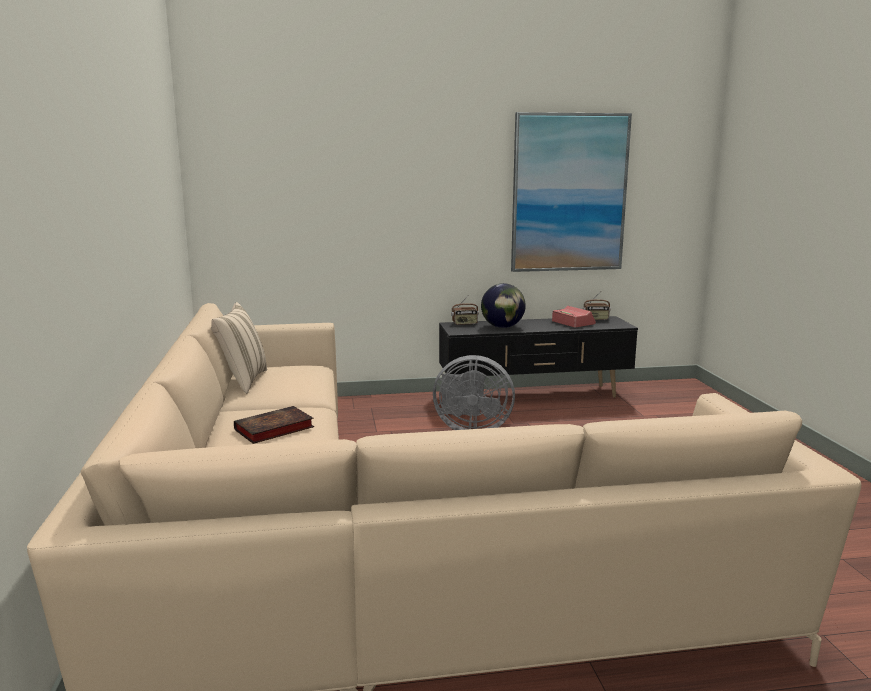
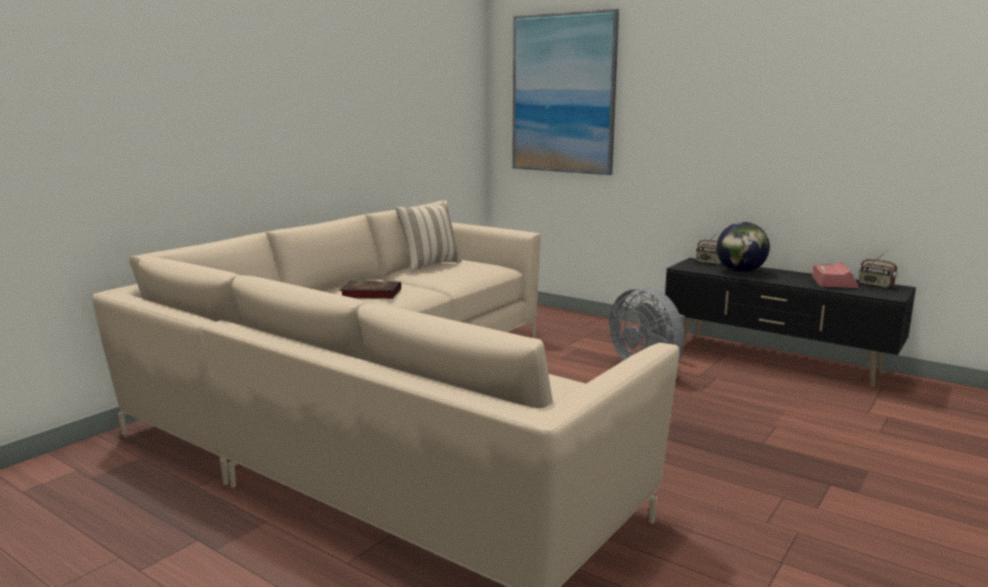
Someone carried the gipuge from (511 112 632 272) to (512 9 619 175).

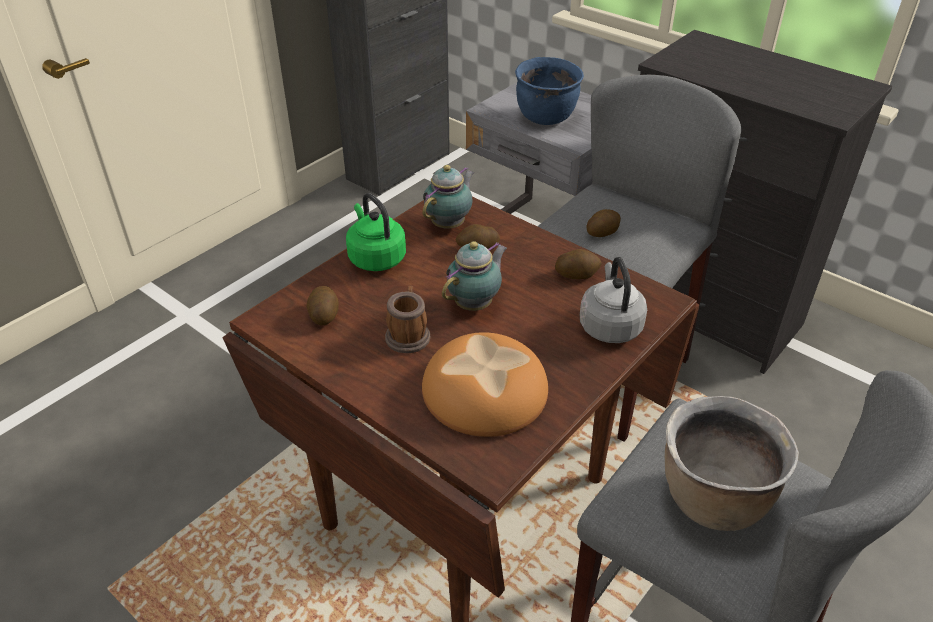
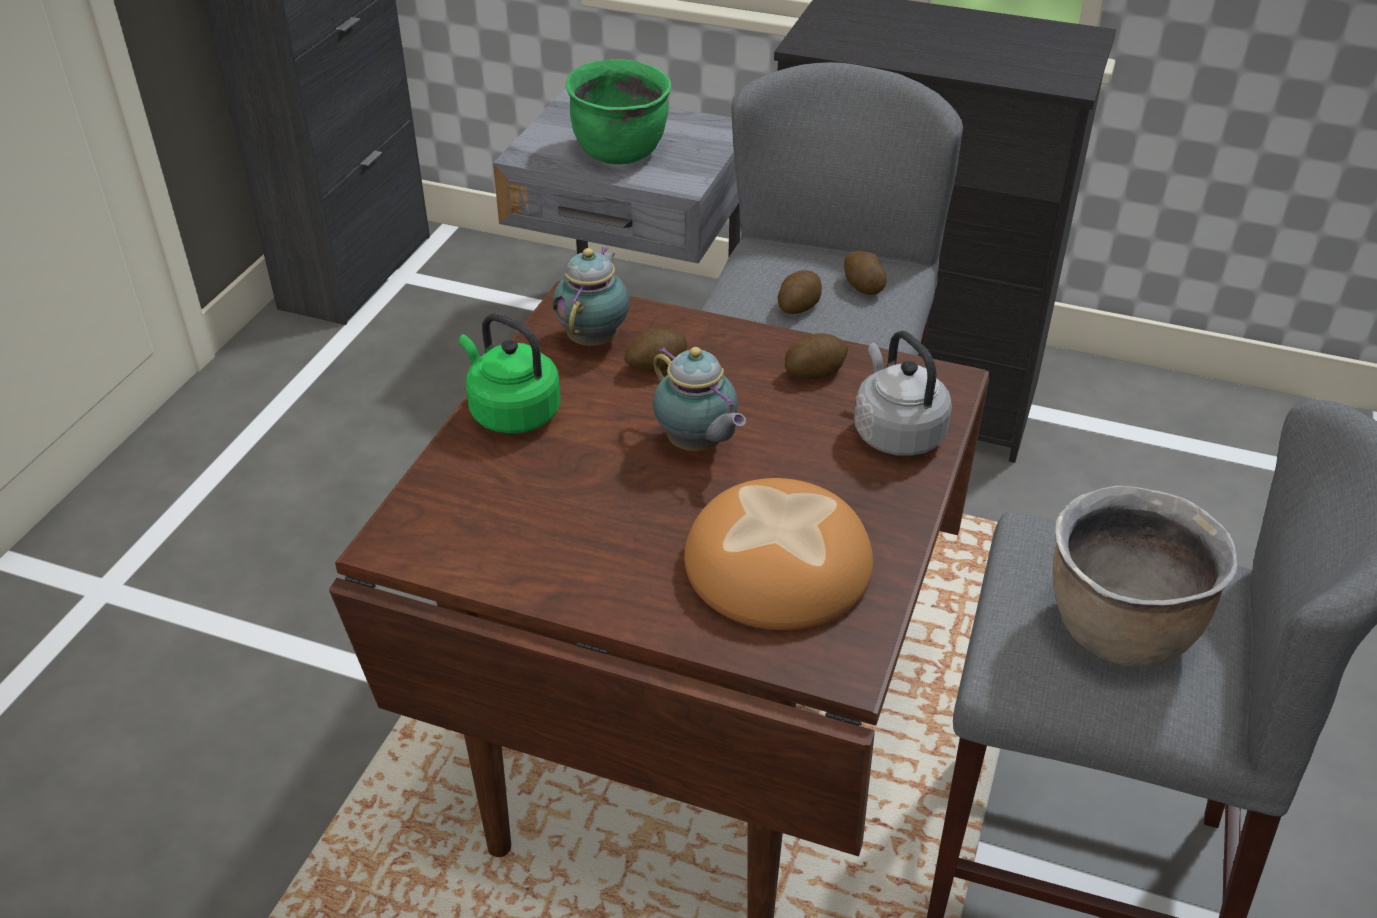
Someone repainted the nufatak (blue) at (515 57 584 125), which became the nufatak (green) at (566 59 671 164). Someone rotated the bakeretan at (442 241 507 311) by 120 degrees clockwise. Someone carried the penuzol from (306 286 339 326) to (844 251 887 295). Someone took away the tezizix at (385 286 431 353).

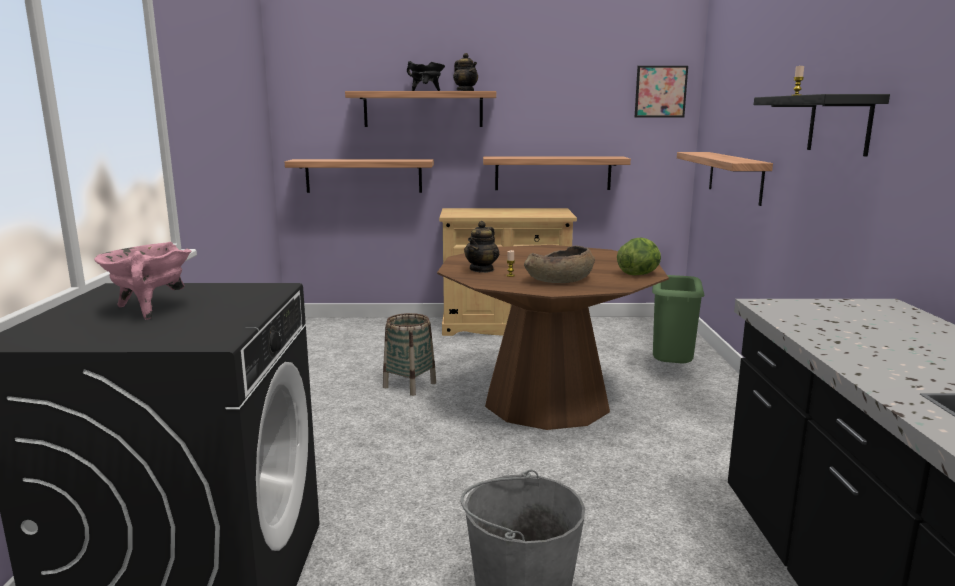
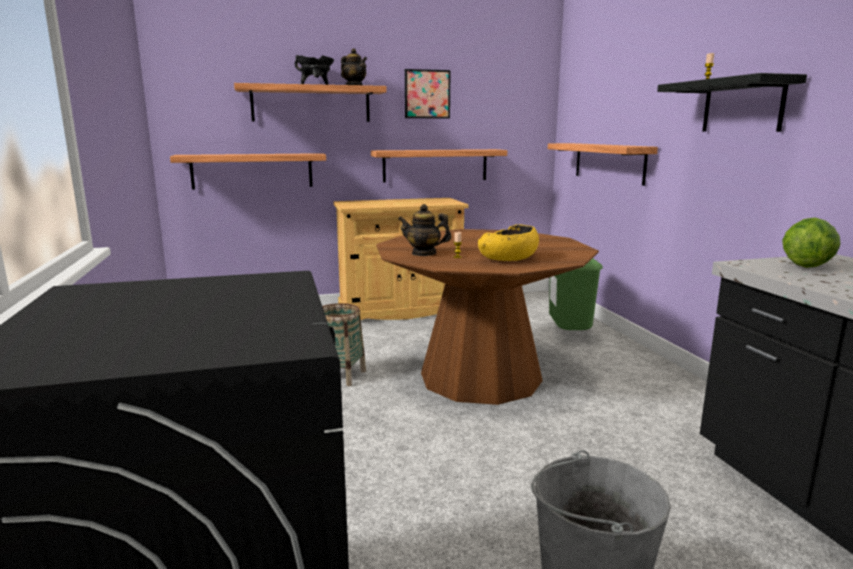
Someone rotated the bakeretan at (464 221 499 273) by 90 degrees clockwise. Someone carried the gipuge from (635 66 688 117) to (405 69 451 118). Someone repainted the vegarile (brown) at (524 246 595 283), which became the vegarile (yellow) at (478 224 539 261). Someone carried the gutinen from (617 237 661 275) to (782 217 841 268). Someone took away the nufatak (pink) at (94 242 191 320).

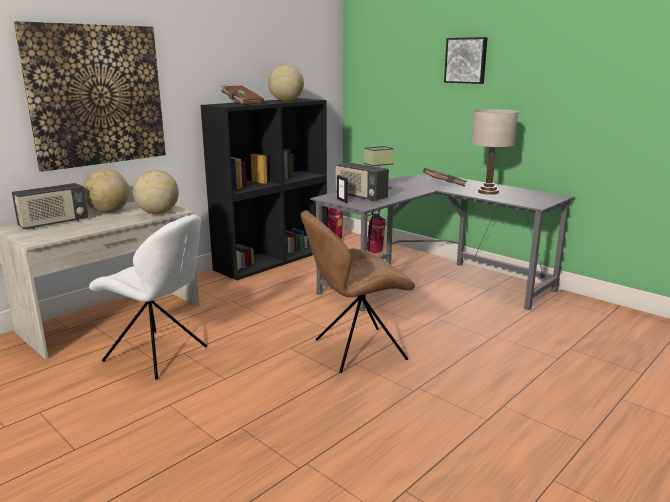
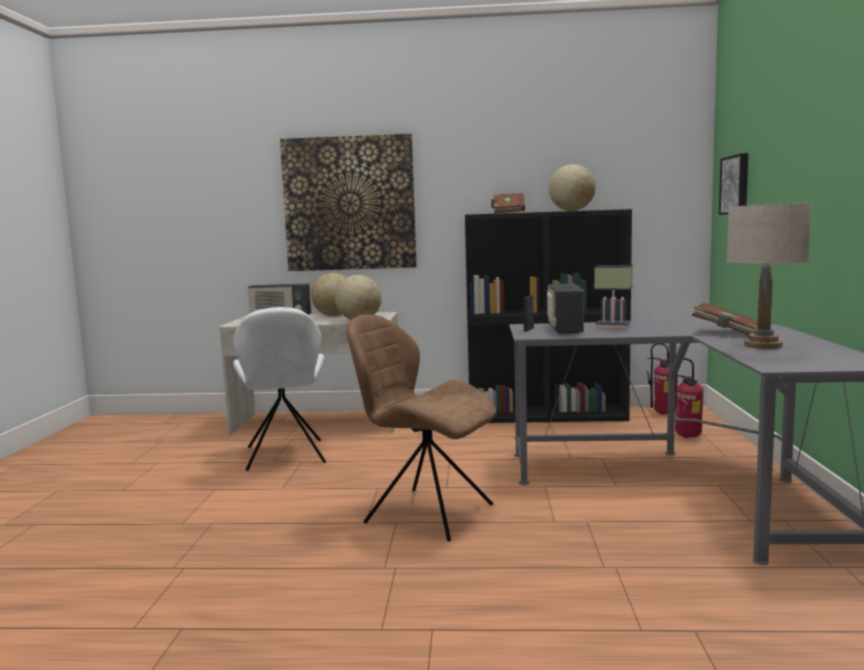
Someone carried the gipuge from (444 37 488 84) to (719 153 748 215).

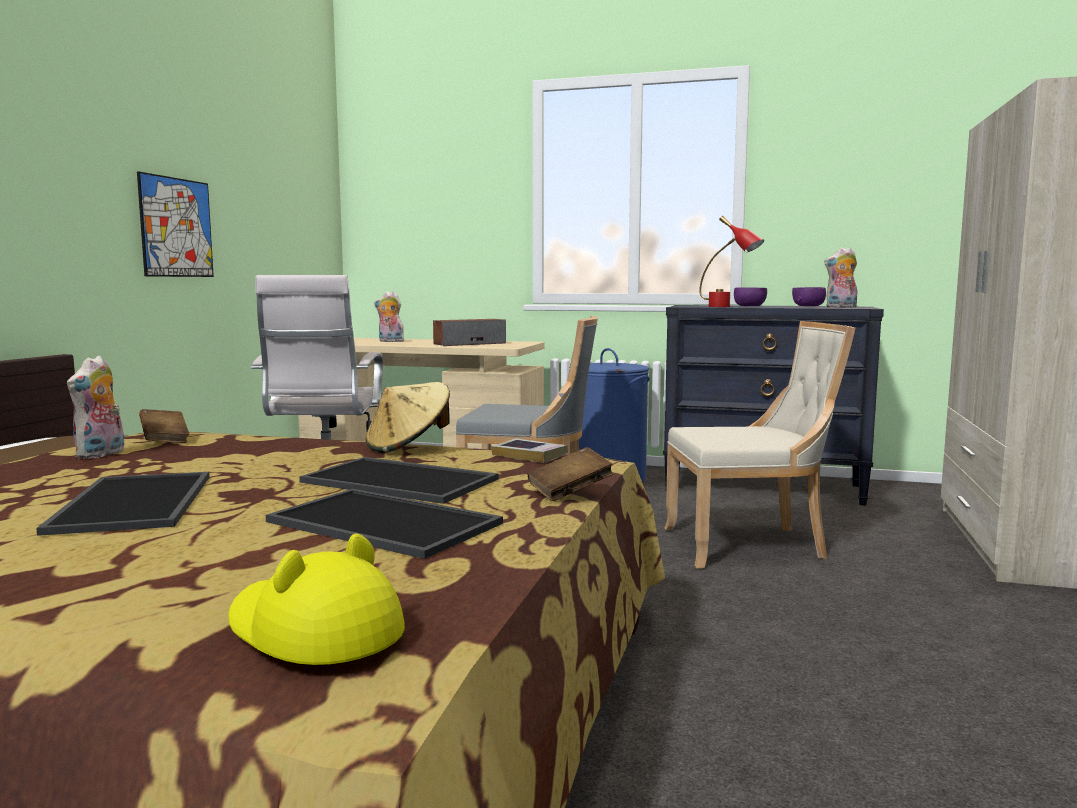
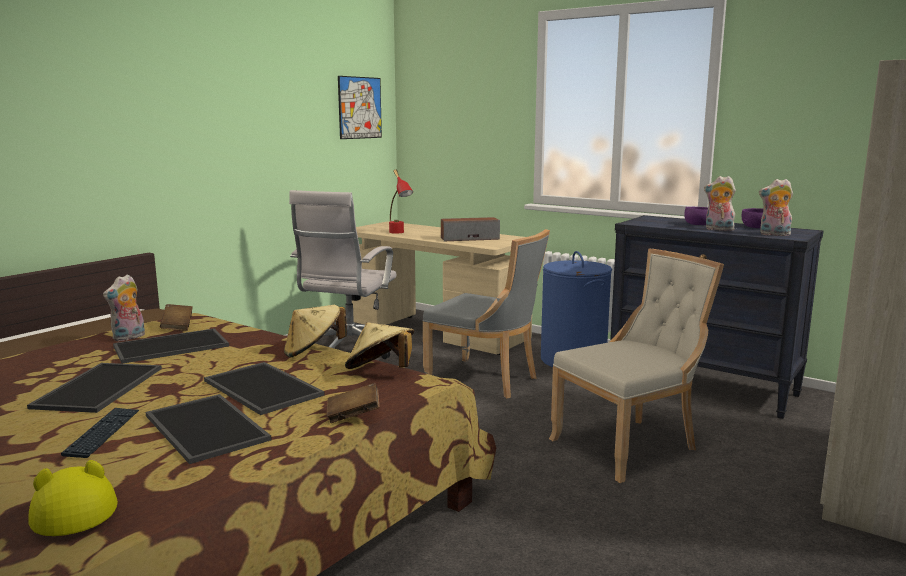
Someone put down the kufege at (61 408 139 458). Someone put down the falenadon at (113 328 229 364). Someone carried the gipuge from (137 172 214 277) to (338 76 382 139). Someone swapped the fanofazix at (492 438 568 463) for the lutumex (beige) at (345 322 414 369). Someone carried the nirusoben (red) from (699 216 764 307) to (389 169 413 234). Someone rotated the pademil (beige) at (665 321 855 569) by 45 degrees counterclockwise. Someone carried the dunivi from (374 291 405 342) to (704 176 736 231).

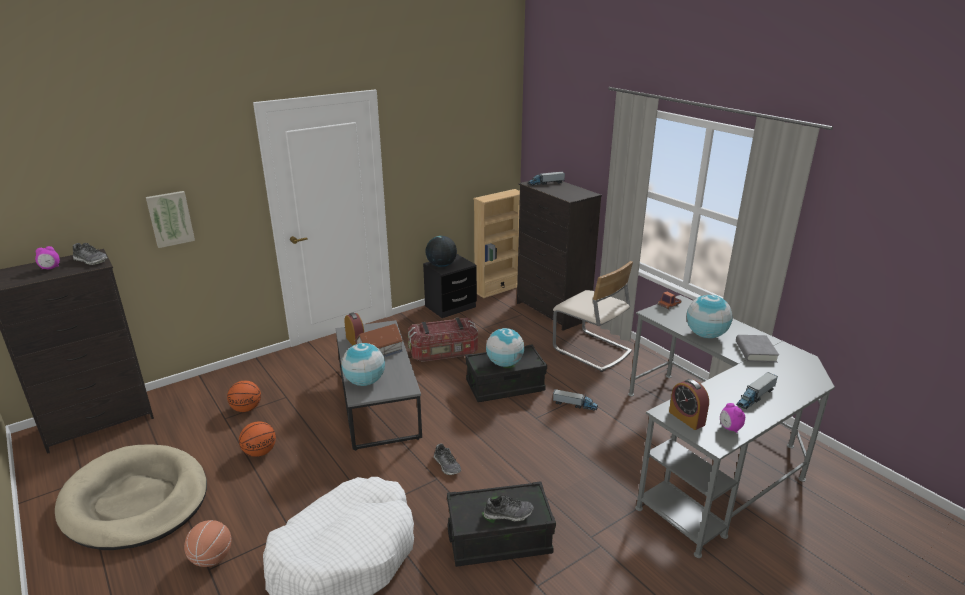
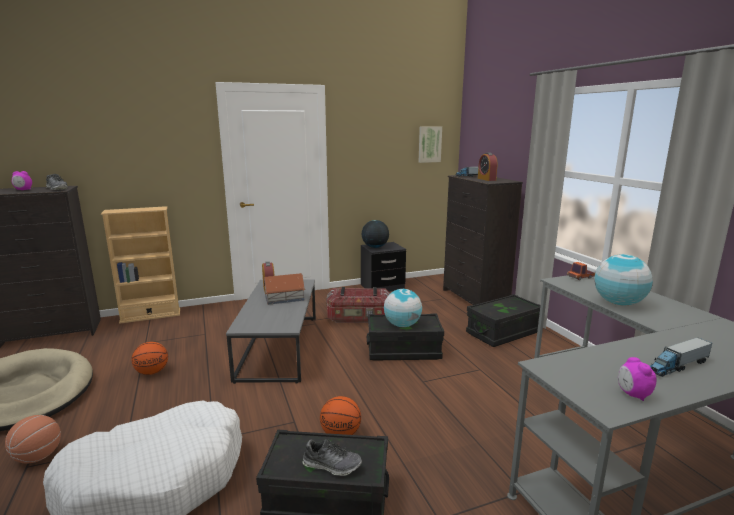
Someone carried the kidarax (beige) from (473 189 520 298) to (101 206 180 324). Someone carried the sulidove from (227 381 261 412) to (320 396 361 435). Someone carried the gipuge from (146 191 195 248) to (419 126 442 163). Someone swapped the pademil (beige) at (553 261 633 372) for the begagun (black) at (466 294 540 347). Someone carried the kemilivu from (669 379 709 430) to (478 153 497 181). Someone took away the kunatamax at (342 343 385 386). Someone took away the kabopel at (434 443 461 475). Someone took away the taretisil at (553 389 598 411). Someone took away the fanofazix (grey) at (736 335 779 363).

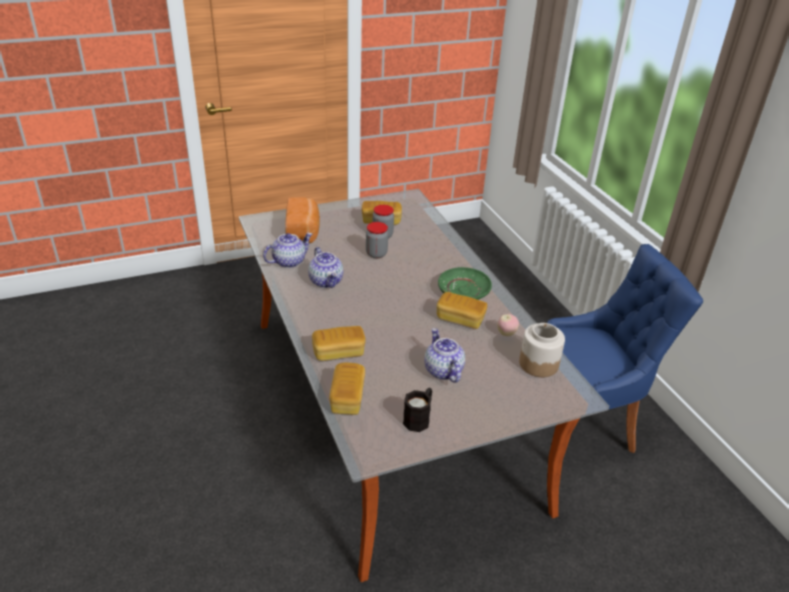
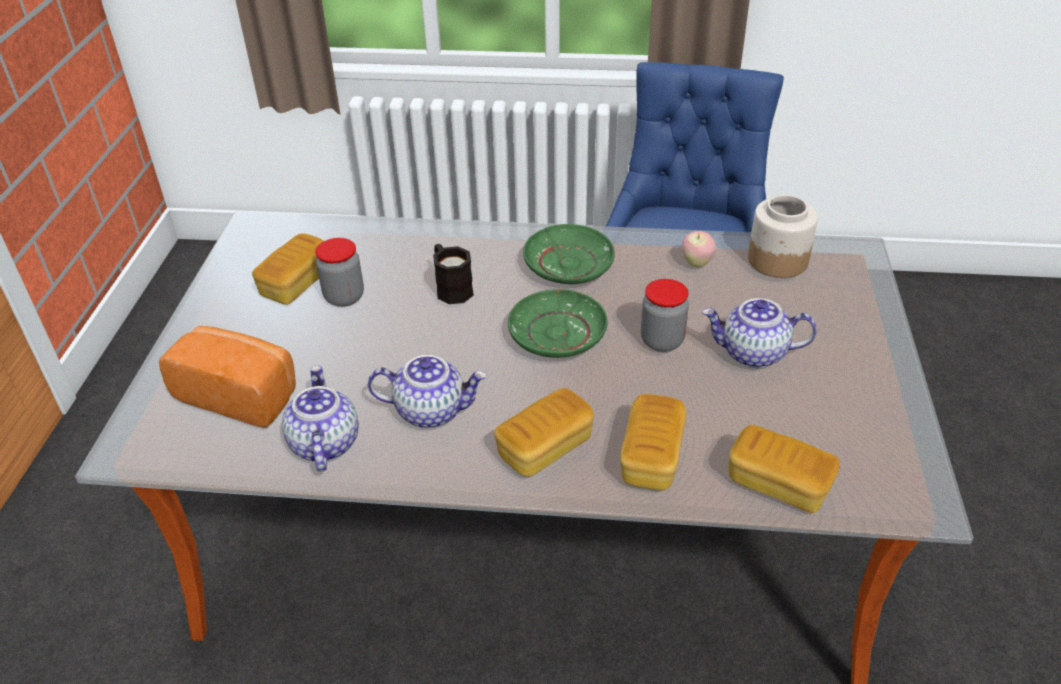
Someone carried the tezizix (black) from (403 388 432 432) to (433 244 474 304). Someone carried the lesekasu from (437 292 487 329) to (494 388 594 477). Someone put down the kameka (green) at (508 289 608 358). Someone carried the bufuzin from (366 222 388 258) to (641 279 689 352).

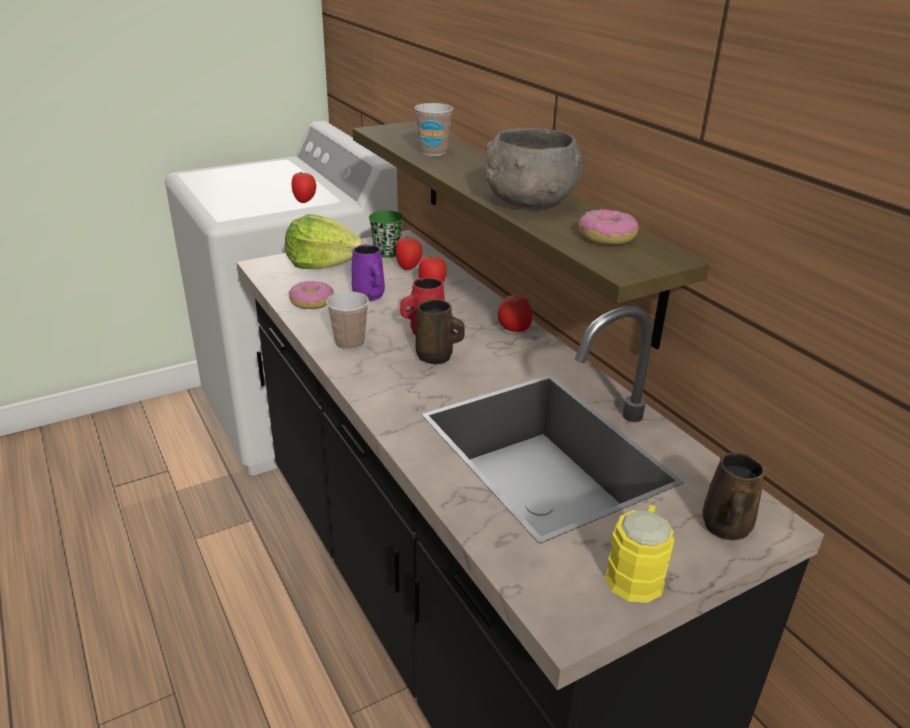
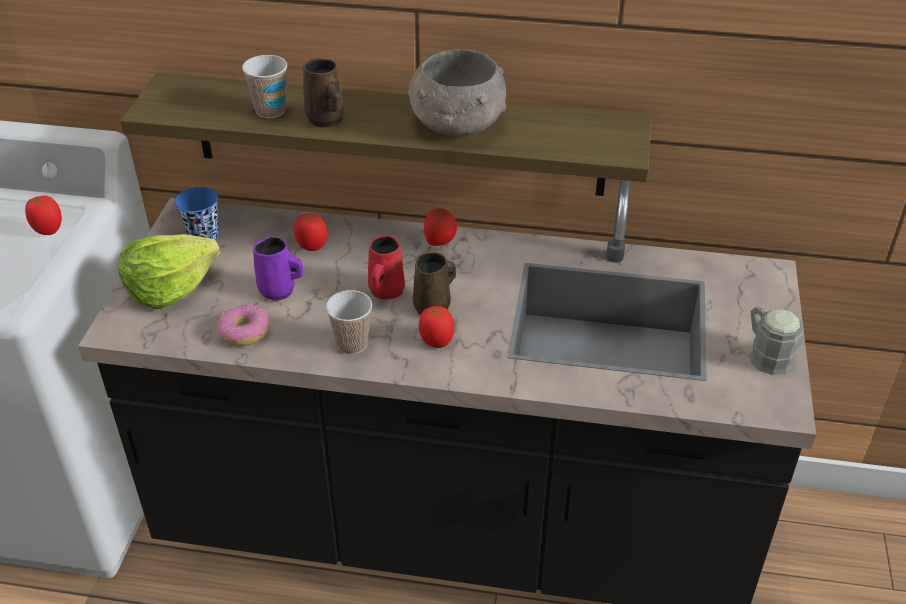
Someone repainted the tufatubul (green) at (369 211 404 258), which became the tufatubul (blue) at (175 187 219 240). Someone carried the tezizix (brown) from (703 452 765 540) to (303 58 344 127). Someone carried the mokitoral from (396 236 423 270) to (419 306 455 348). Someone repainted the tezizix (yellow) at (604 505 674 603), which became the tezizix (grey) at (750 306 802 375). Someone took away the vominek at (578 209 639 245).

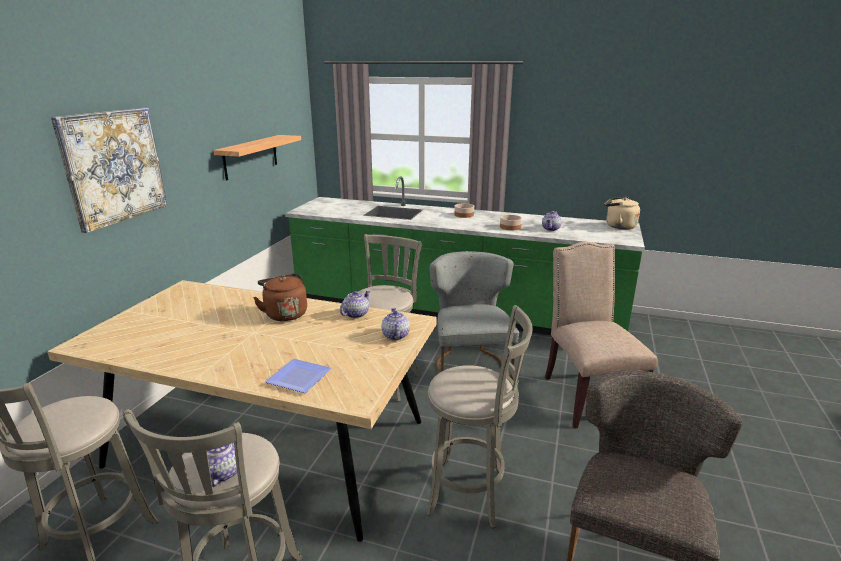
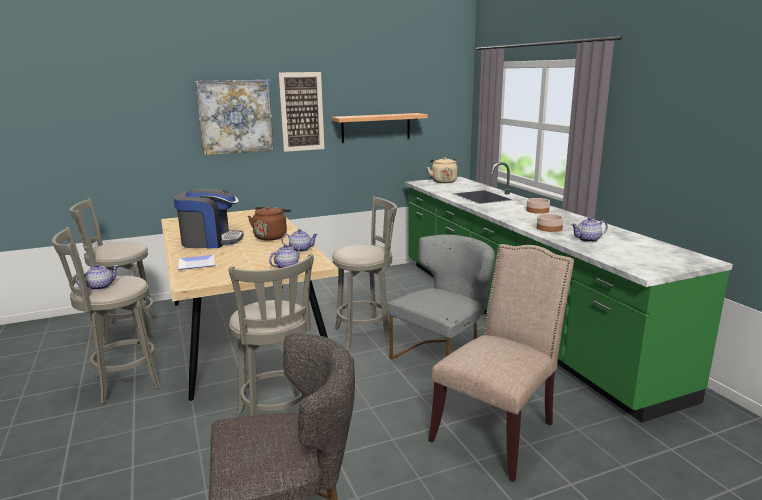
Someone put down the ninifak at (173 189 244 248). Someone put up the gipuge at (279 72 324 152). Someone carried the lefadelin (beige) from (604 197 640 230) to (427 157 457 183).

